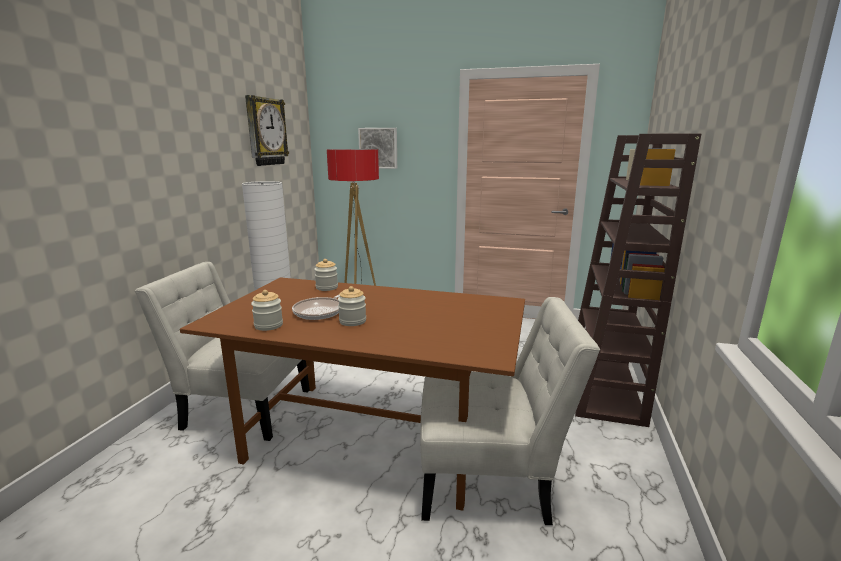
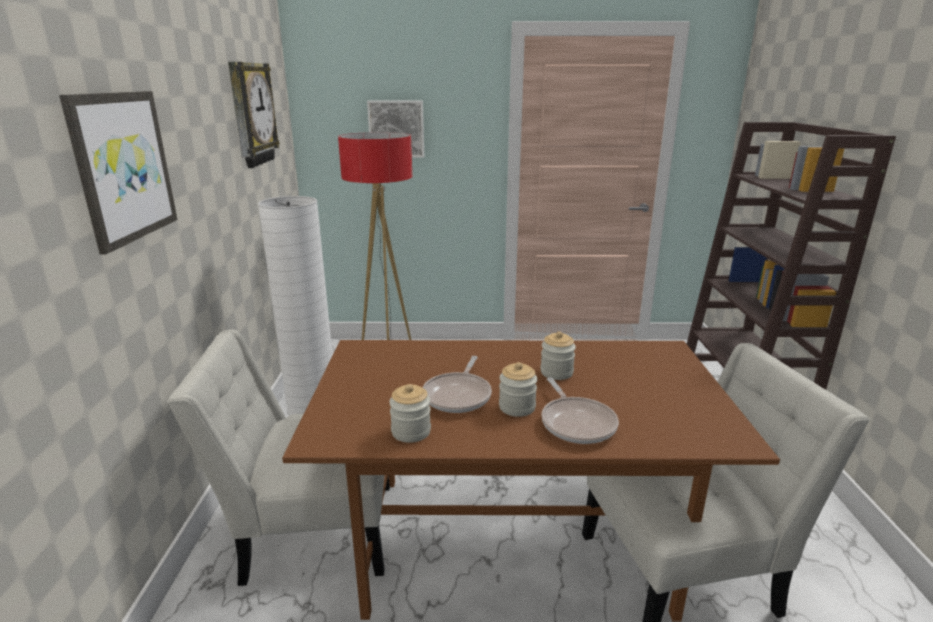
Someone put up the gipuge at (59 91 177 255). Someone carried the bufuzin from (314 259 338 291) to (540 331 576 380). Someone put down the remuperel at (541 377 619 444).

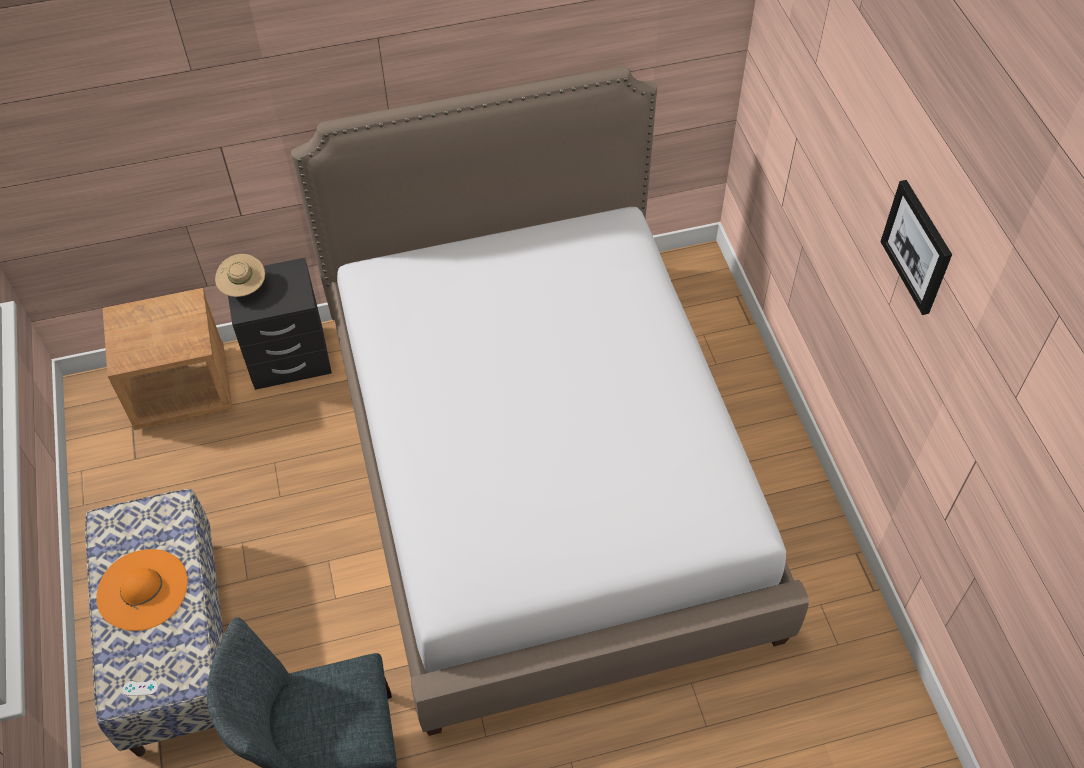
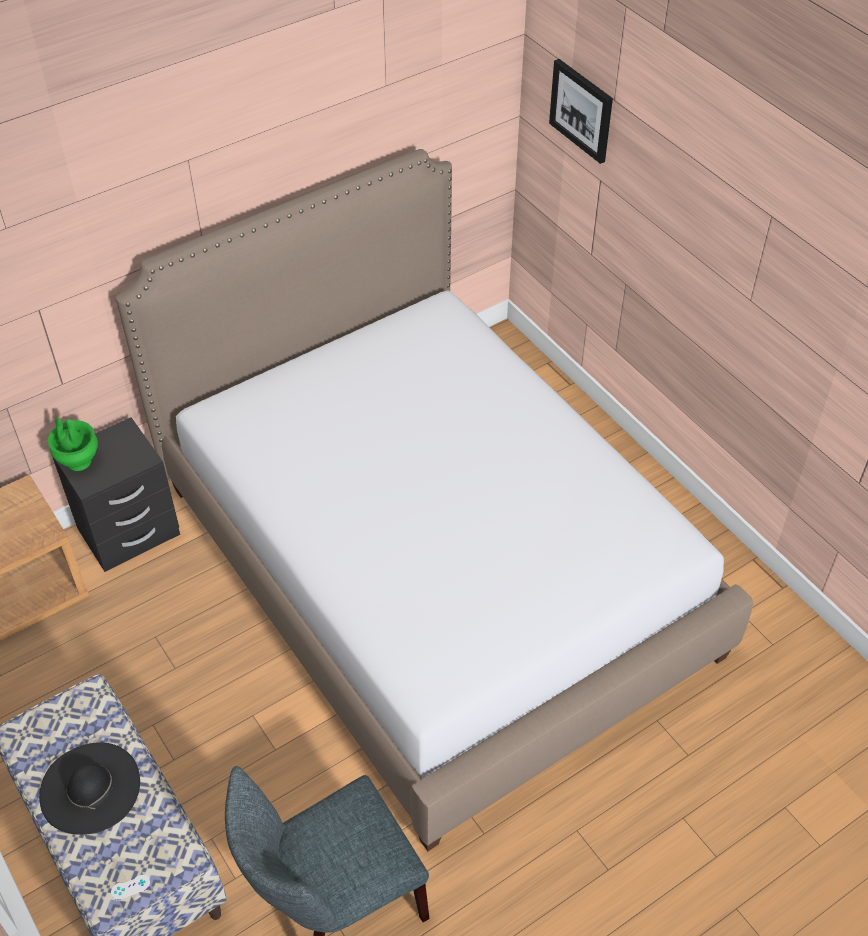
Someone repainted the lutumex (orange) at (96 549 188 631), which became the lutumex (black) at (39 742 140 835). Someone swapped the lutumex (beige) at (215 254 265 297) for the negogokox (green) at (48 418 98 471). Someone carried the gipuge from (880 180 952 315) to (549 59 613 164).

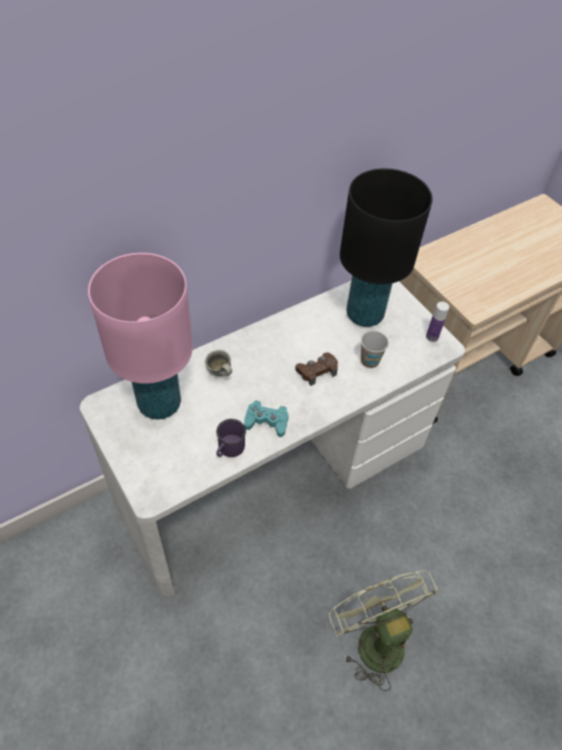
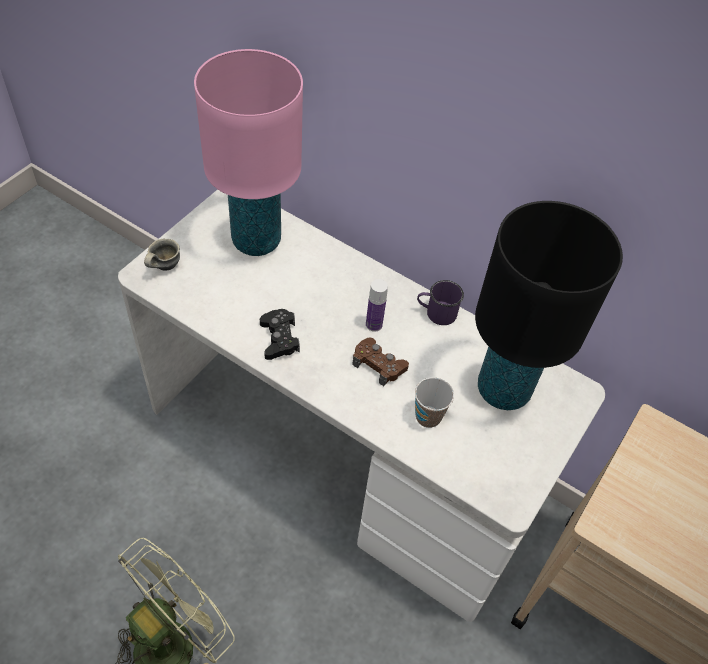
Someone carried the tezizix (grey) from (205 350 232 376) to (144 238 180 270). Someone repainted the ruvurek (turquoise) at (244 401 288 437), which became the ruvurek (black) at (260 309 300 360). Someone carried the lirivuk from (426 302 449 342) to (366 279 388 332). Someone carried the tezizix (purple) from (216 419 246 457) to (417 280 464 325).

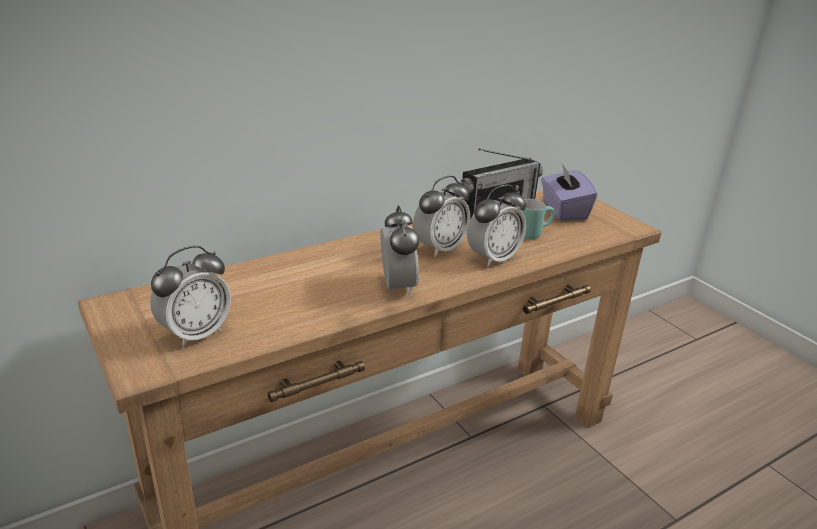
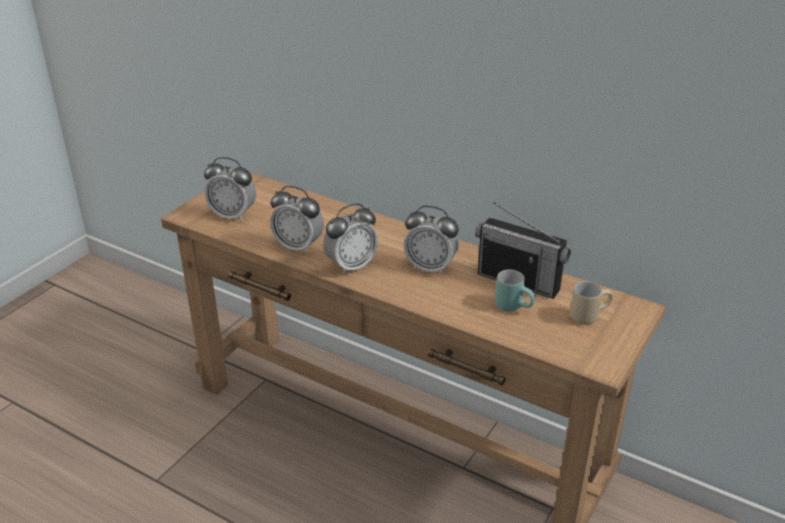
Someone carried the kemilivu from (467 185 526 267) to (270 186 324 254). Someone swapped the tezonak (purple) at (541 164 597 221) for the tezizix (beige) at (570 282 613 324).

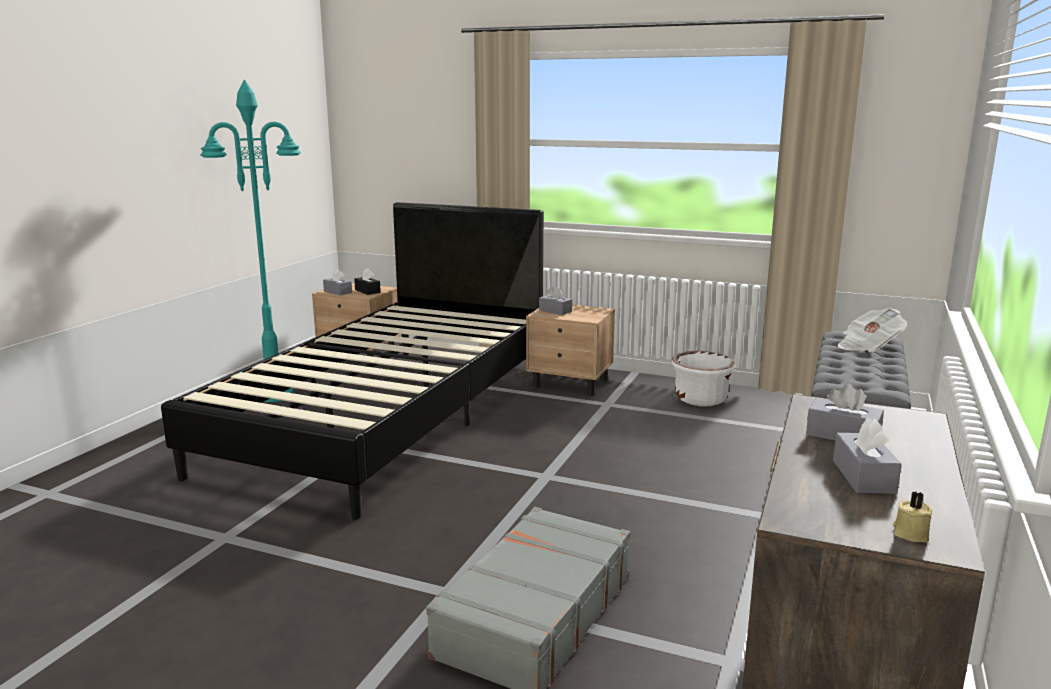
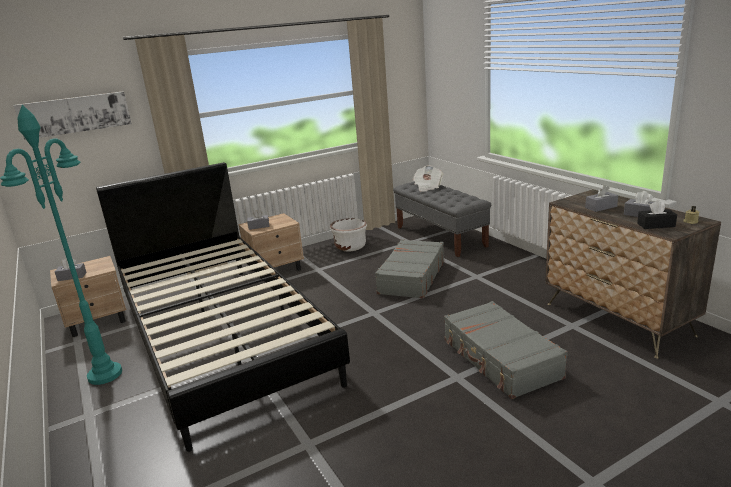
Someone put up the gipuge at (14 91 132 140). Someone put down the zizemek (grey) at (375 239 444 299). Someone carried the tezonak (black) from (354 268 381 295) to (637 200 677 229).

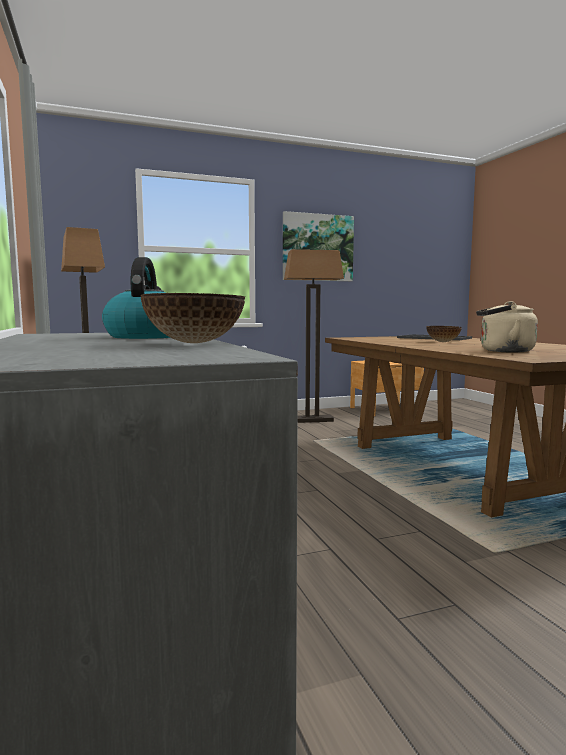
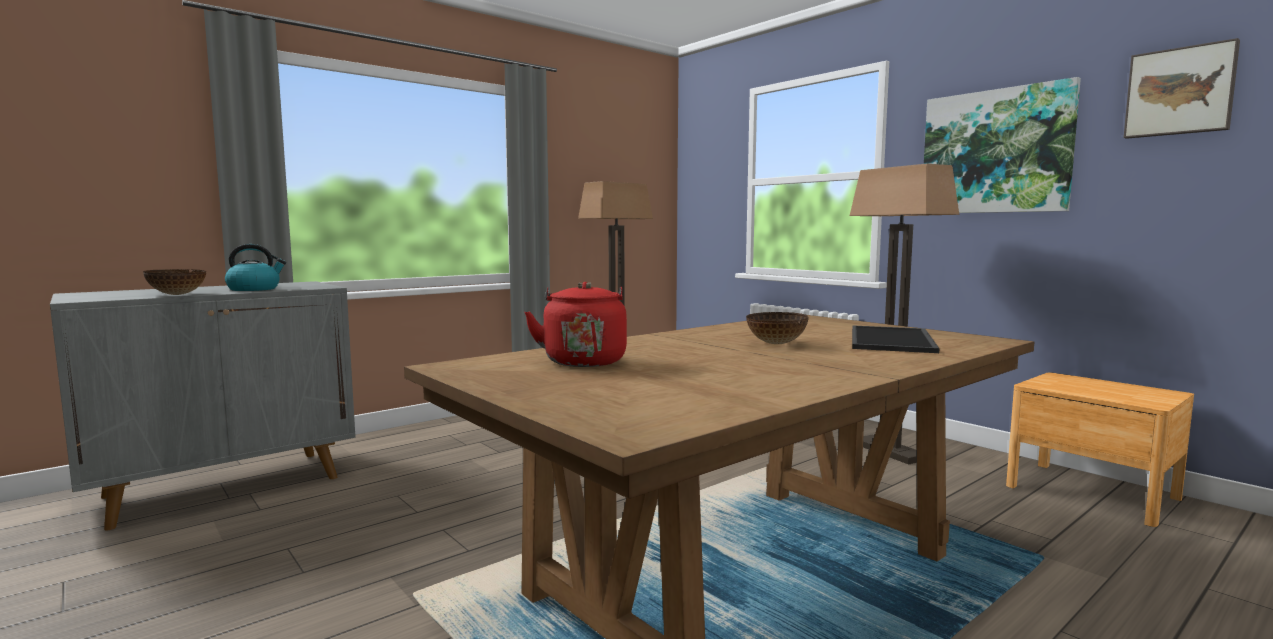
Someone repainted the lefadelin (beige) at (476 301 538 353), which became the lefadelin (red) at (524 282 627 367). Someone put up the gipuge at (1123 38 1240 139).

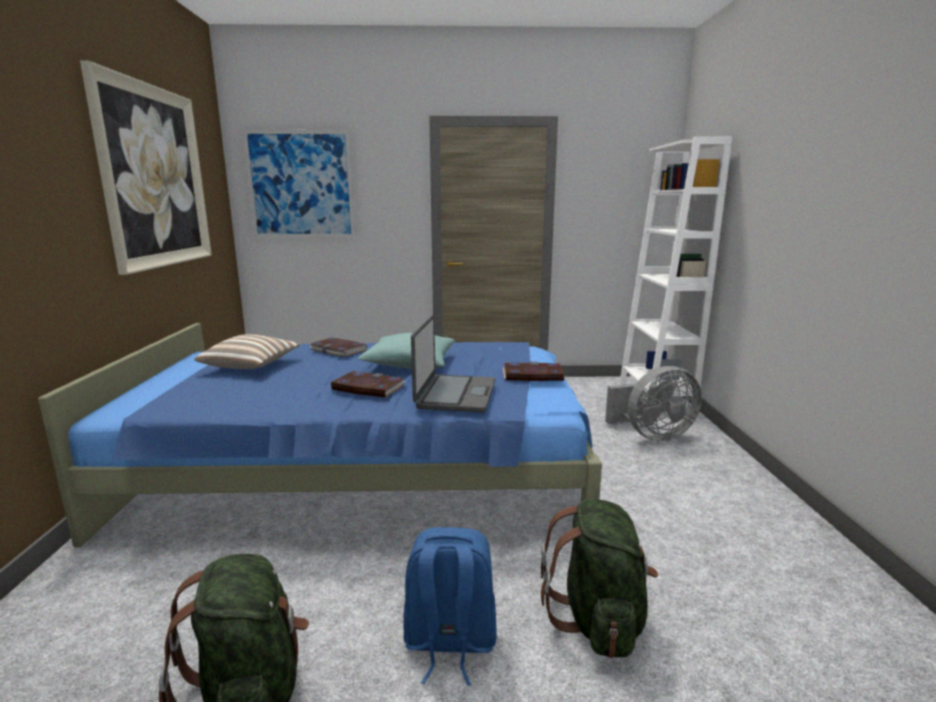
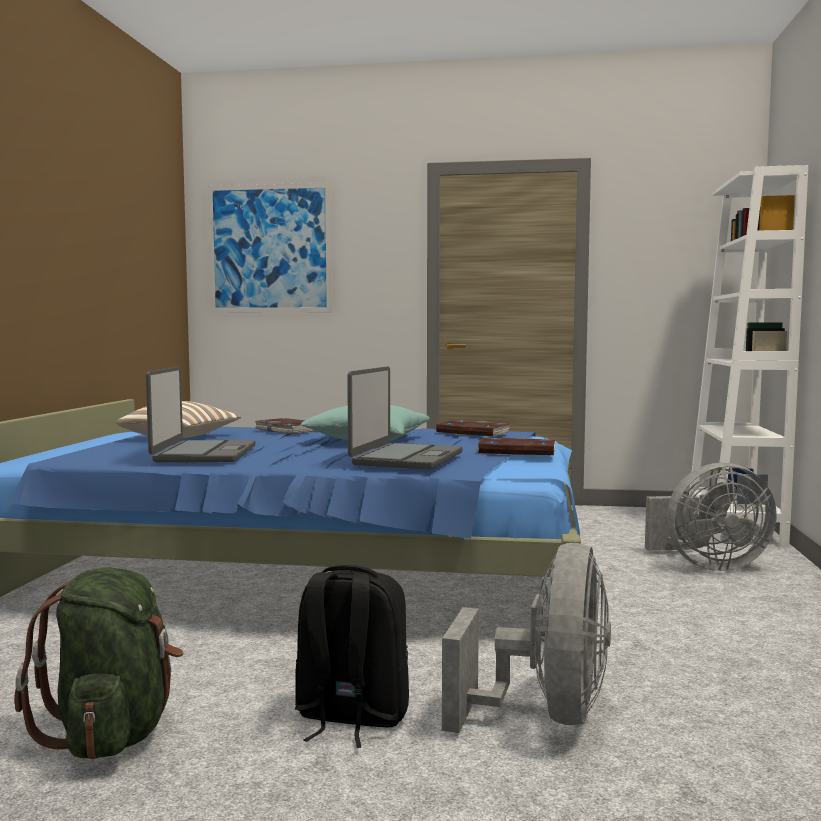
Someone put down the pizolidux at (146 366 255 462). Someone repainted the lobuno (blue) at (403 527 497 686), which became the lobuno (black) at (295 565 409 748). Someone carried the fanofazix from (330 371 405 398) to (436 420 509 436). Someone swapped the lobuno (green) at (541 499 658 658) for the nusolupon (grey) at (442 543 611 733). Someone took away the gipuge at (80 61 212 275).

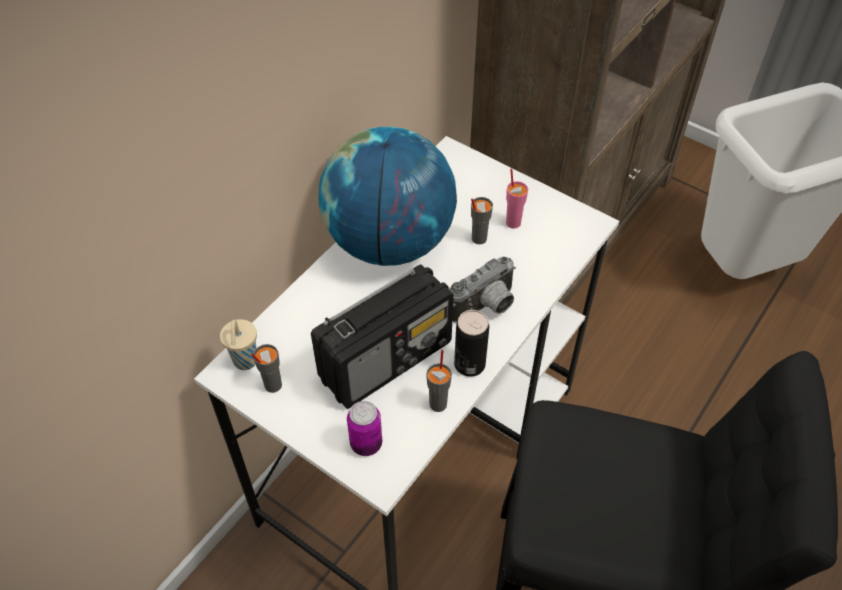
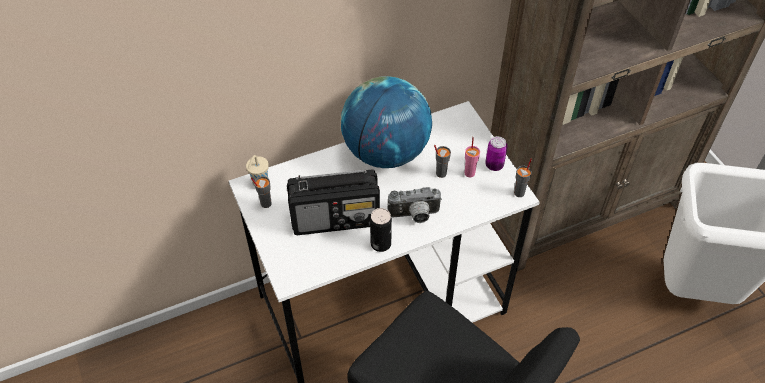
Someone carried the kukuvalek from (347 401 382 456) to (485 136 507 171). Someone carried the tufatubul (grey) from (426 350 452 412) to (514 158 532 197).

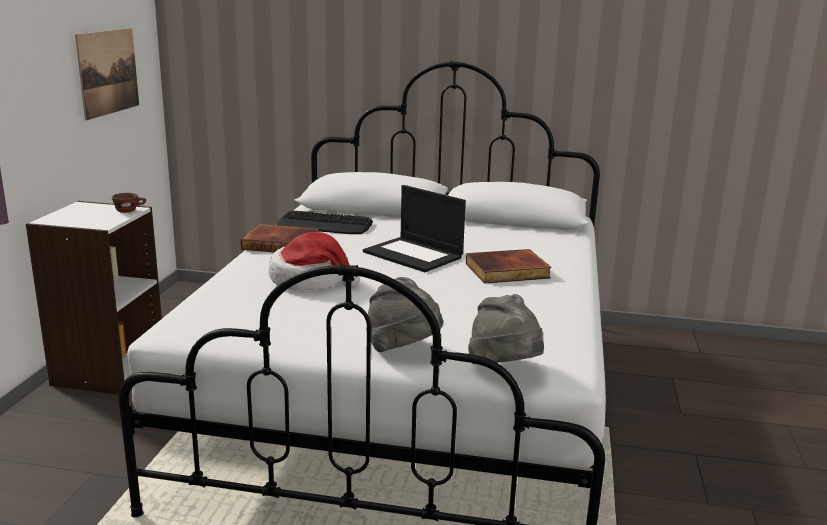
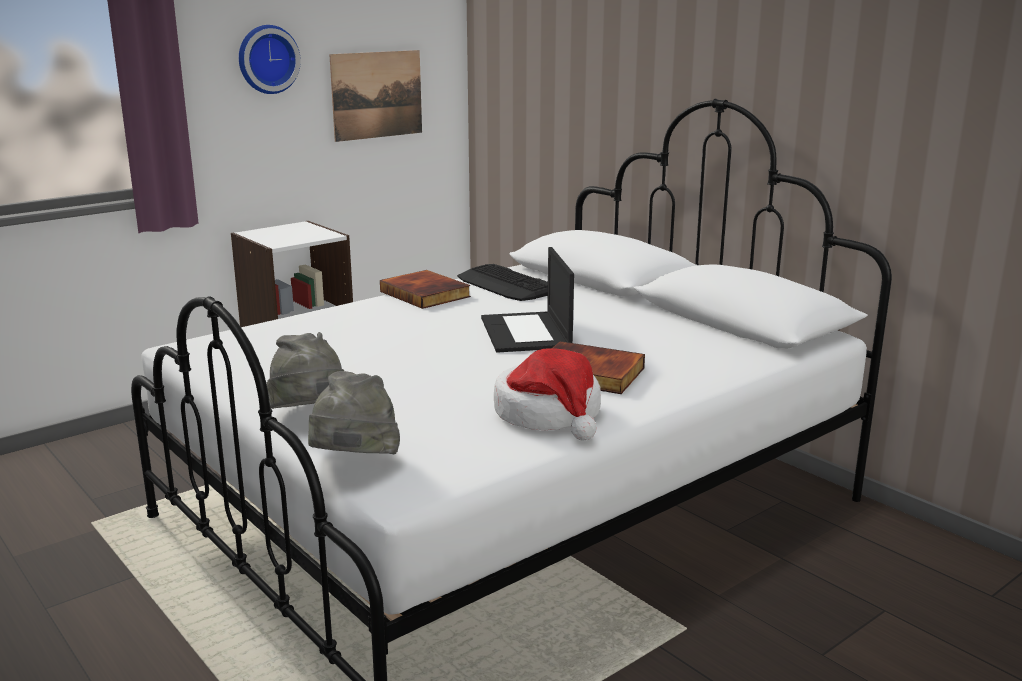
Someone put up the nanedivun at (239 25 301 94). Someone carried the lutumex from (269 232 360 290) to (494 348 601 441). Someone took away the tufatubul (brown) at (112 193 146 213).

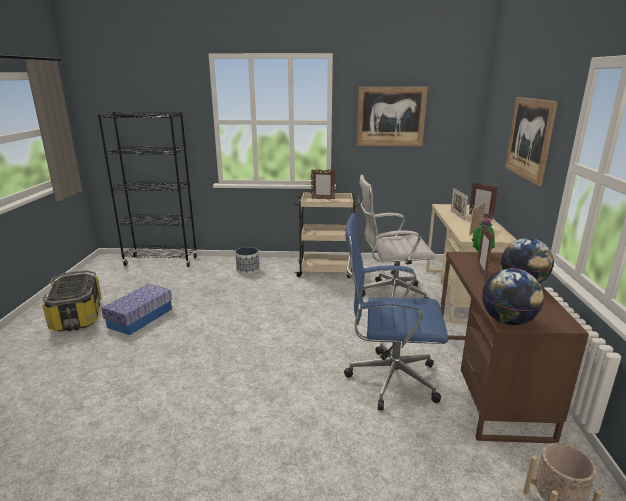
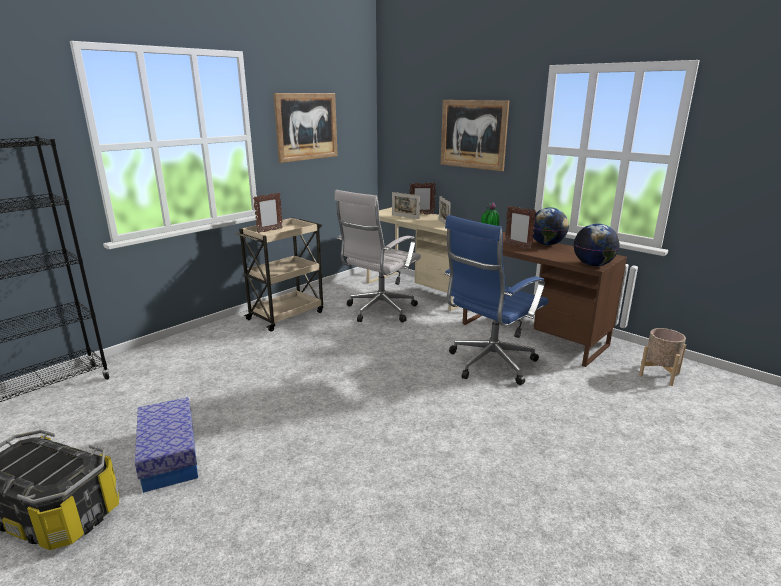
Someone took away the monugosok at (235 247 259 274).

